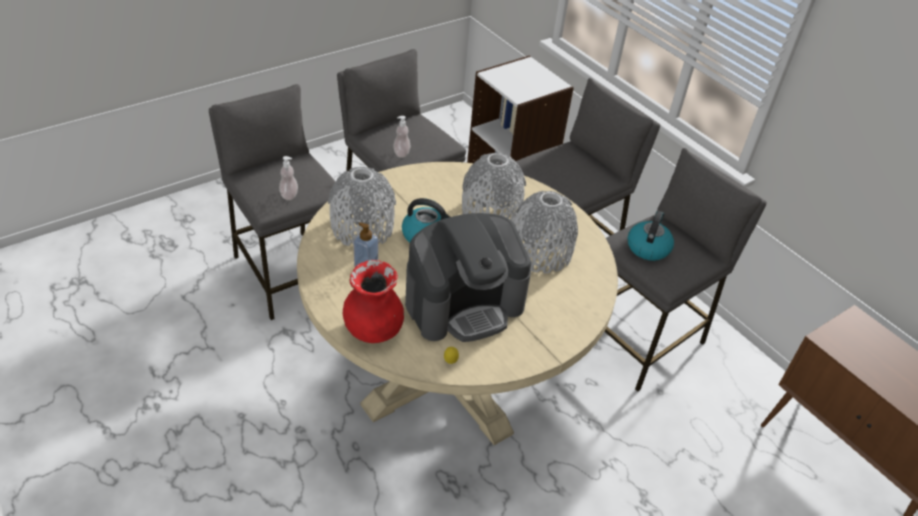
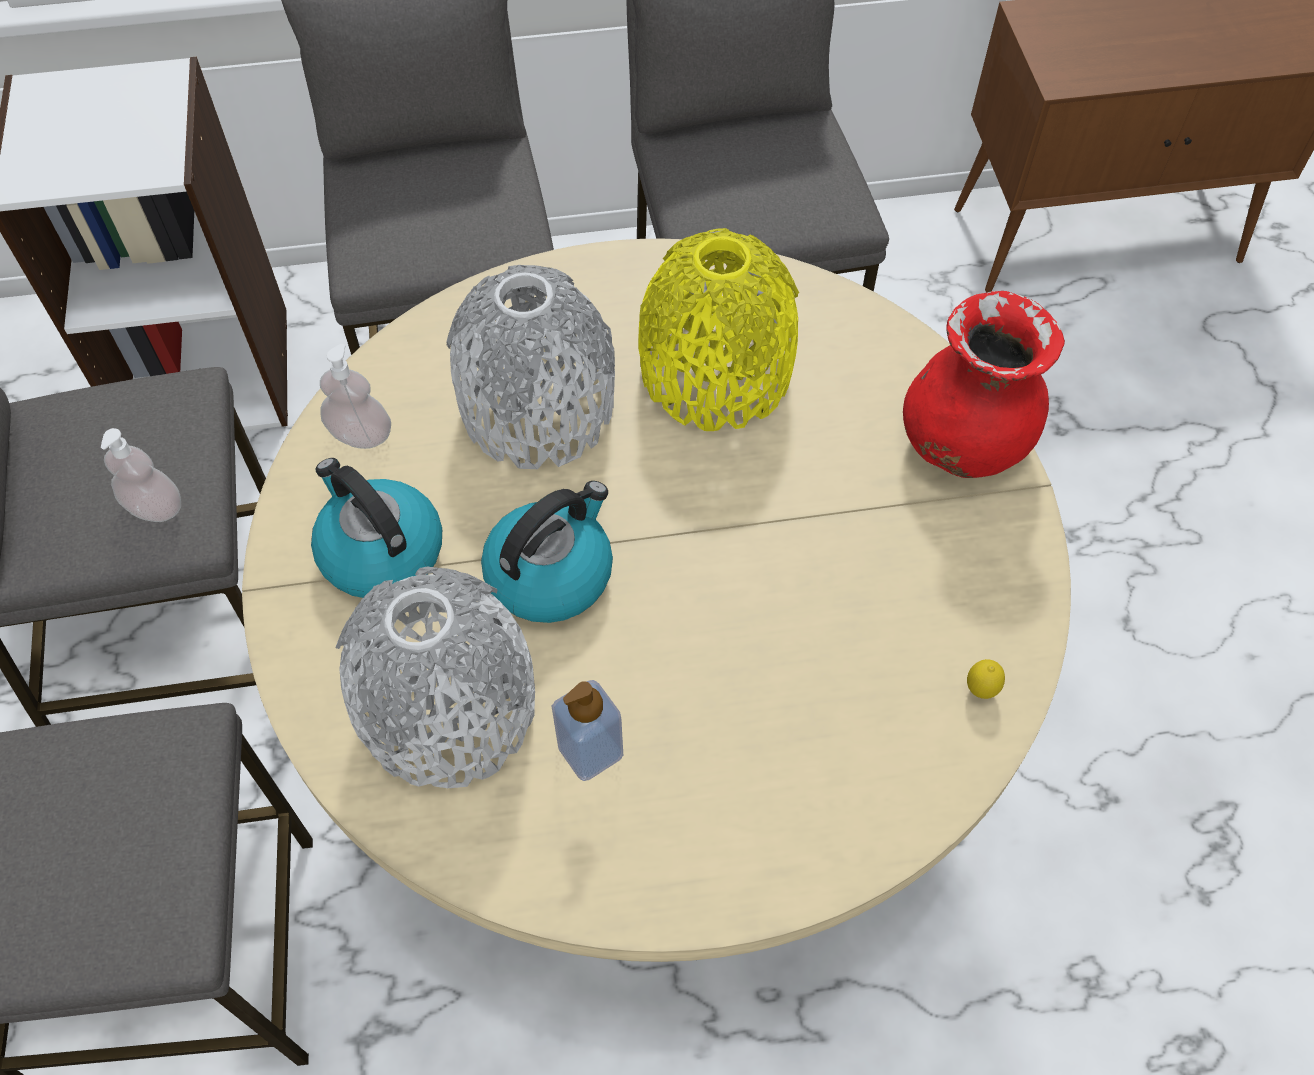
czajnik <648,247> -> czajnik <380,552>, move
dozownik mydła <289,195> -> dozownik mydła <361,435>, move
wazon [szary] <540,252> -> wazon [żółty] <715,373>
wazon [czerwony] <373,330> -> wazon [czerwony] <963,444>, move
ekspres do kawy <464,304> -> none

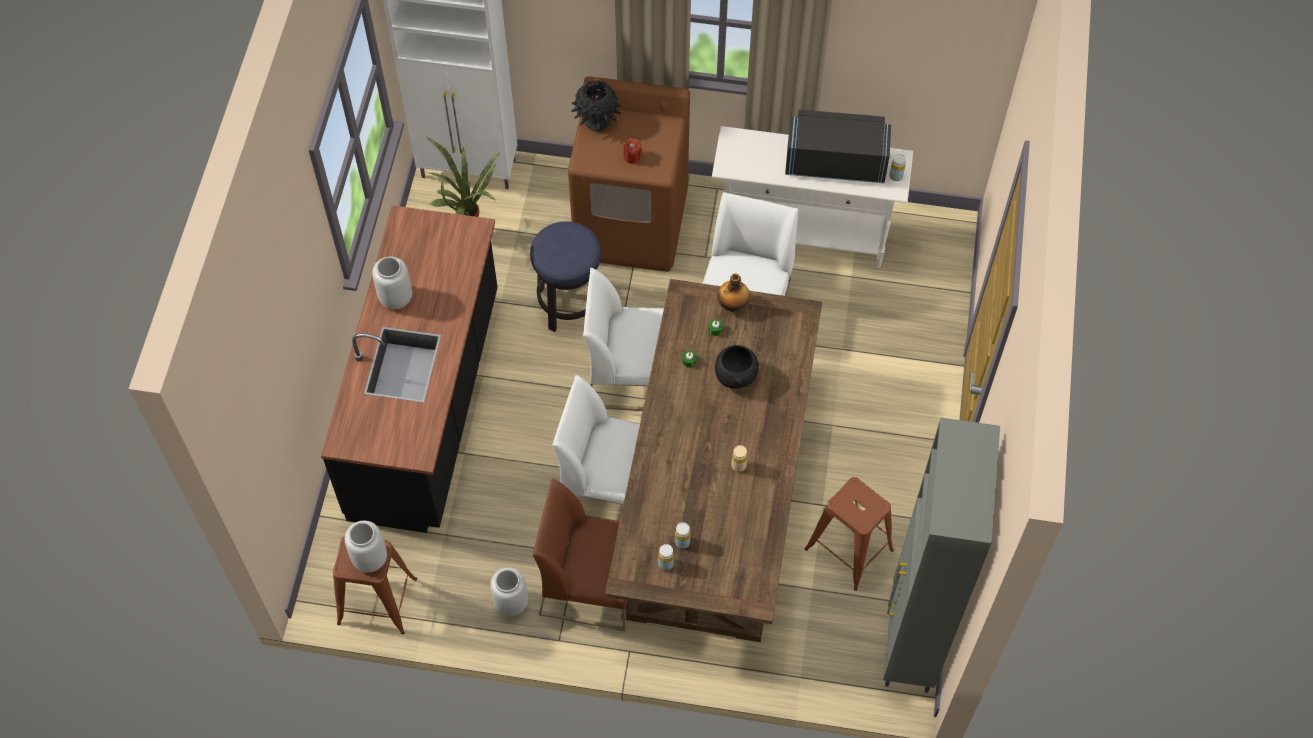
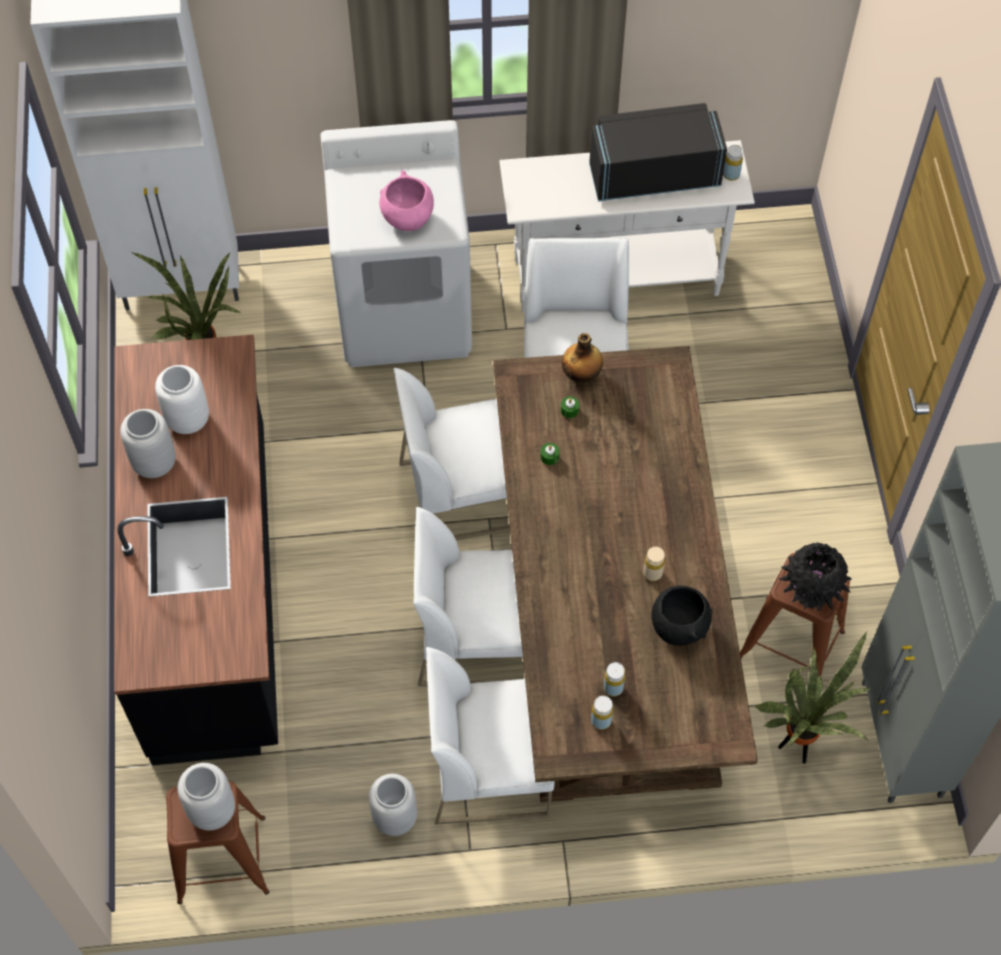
none -> wazon [biały] <187,419>
pralka [brązowy] <632,226> -> pralka [biały] <405,311>
świeca [czerwony] <632,157> -> miska [różowy] <407,218>
krzesło [brązowy] <591,585> -> krzesło [biały] <490,768>
miska [czarny] <736,377> -> miska [czarny] <679,627>, move
none -> roślina doniczkowa <797,747>
wazon [czarny] <596,121> -> wazon [czarny] <811,592>, move
stołek <569,304> -> none

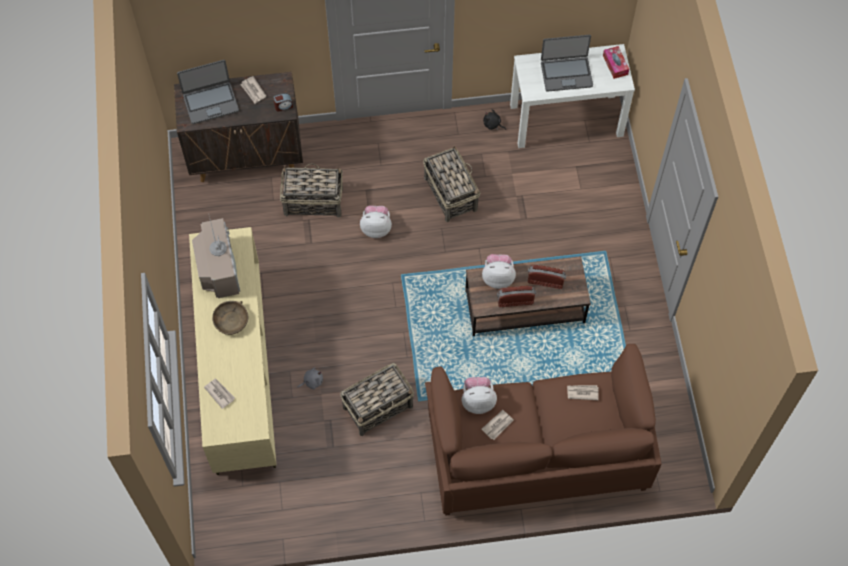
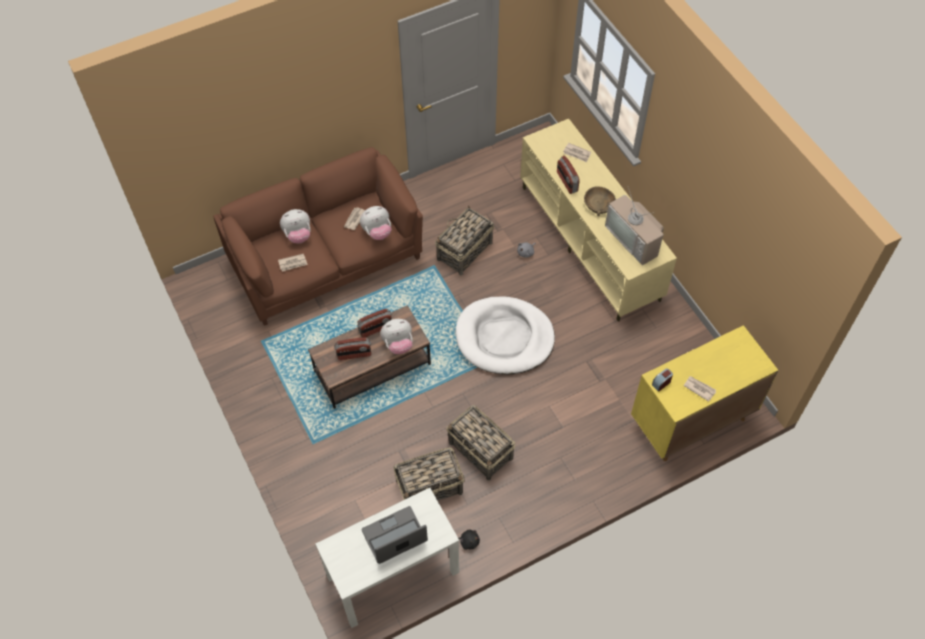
pluszak <376,228> -> pluszak <298,235>, move
koszyk <312,201> -> koszyk <430,487>, move
none -> legowisko [biały] <504,338>
none -> radio <566,182>
szafka [brązowy] <247,156> -> szafka [żółty] <690,421>
laptop <210,102> -> none
pudełko chusteczek <615,65> -> none

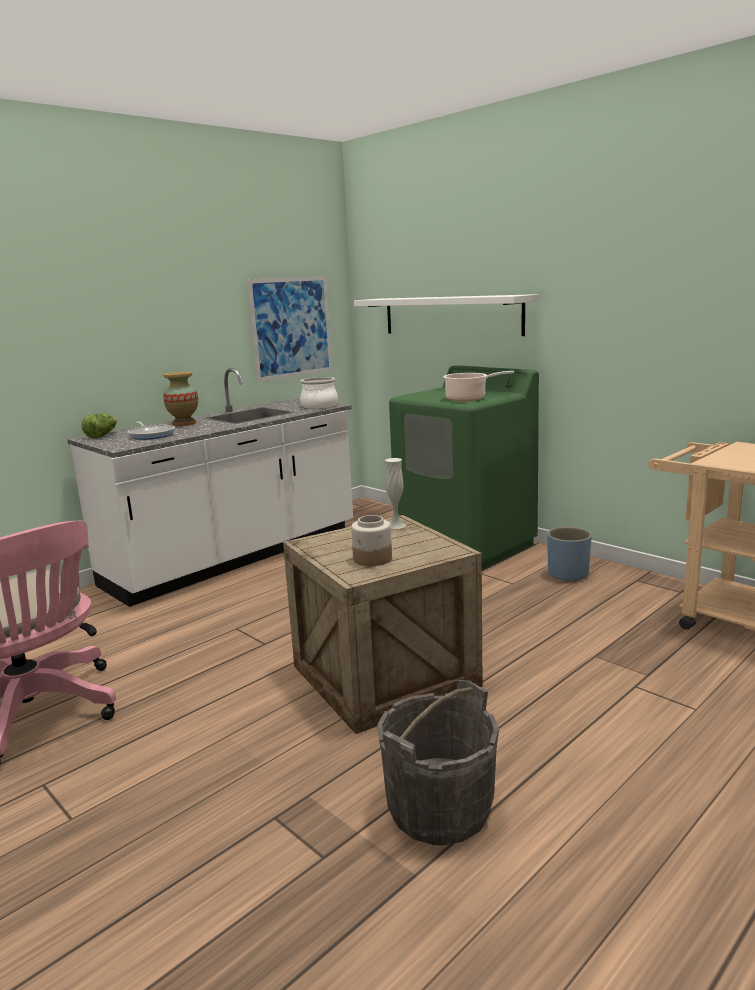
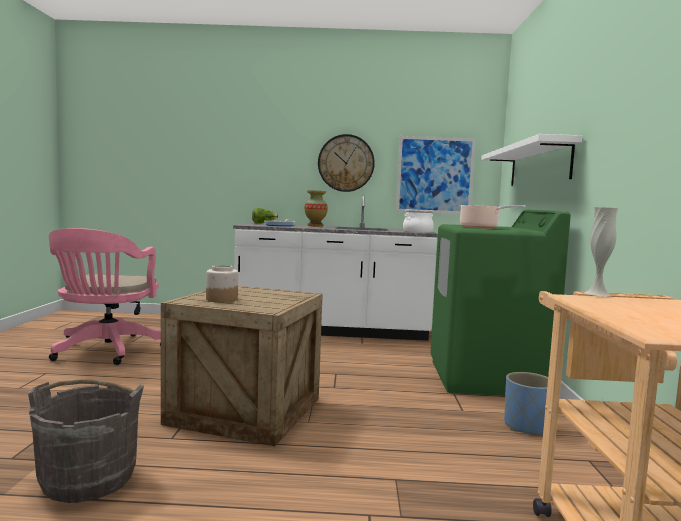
none -> zegar ścienny <346,163>
wazon [biały] <396,525> -> wazon [biały] <597,294>, move

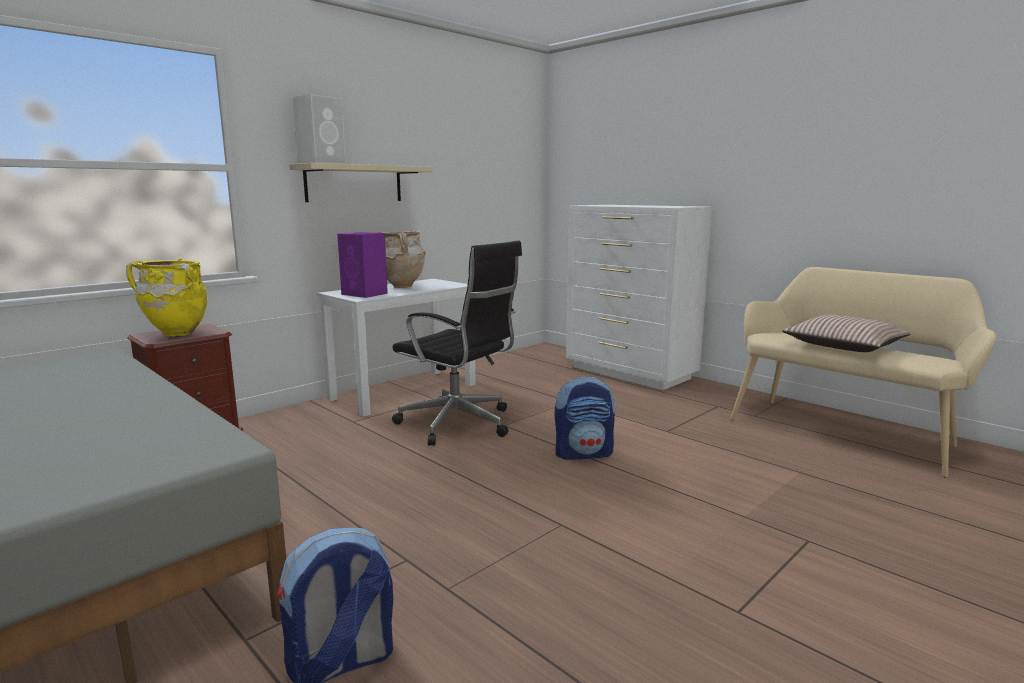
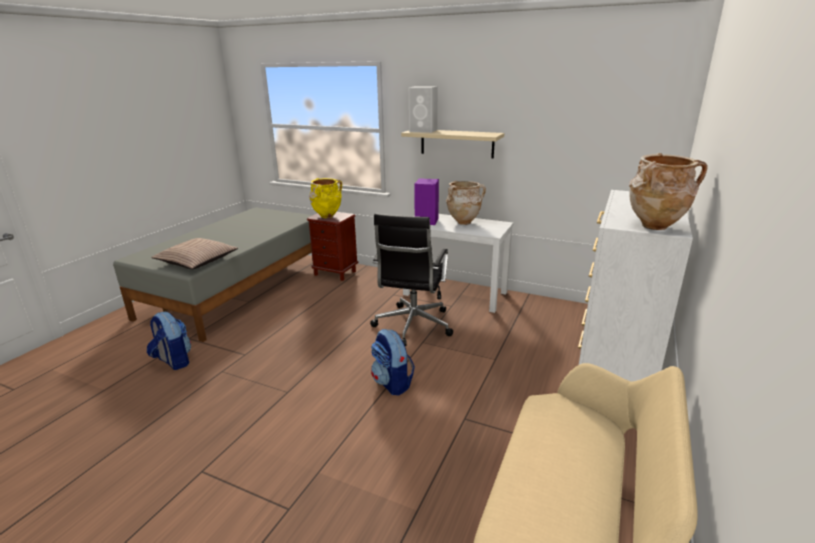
poduszka <843,346> -> poduszka <197,261>, move
none -> wazon [beżowy] <654,226>

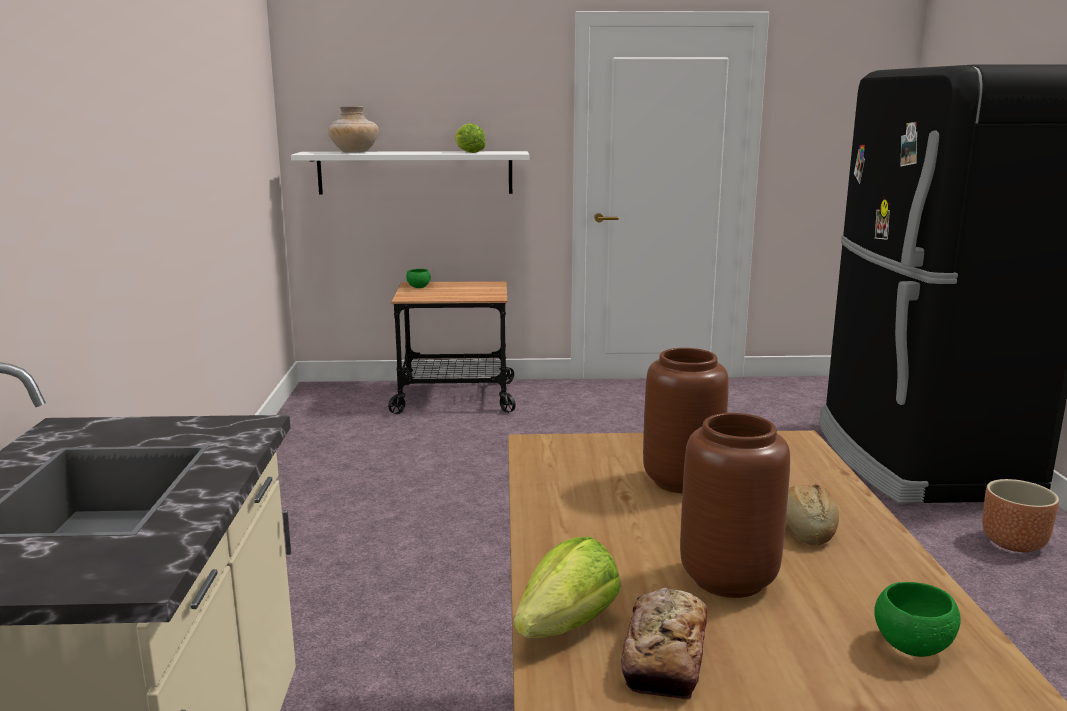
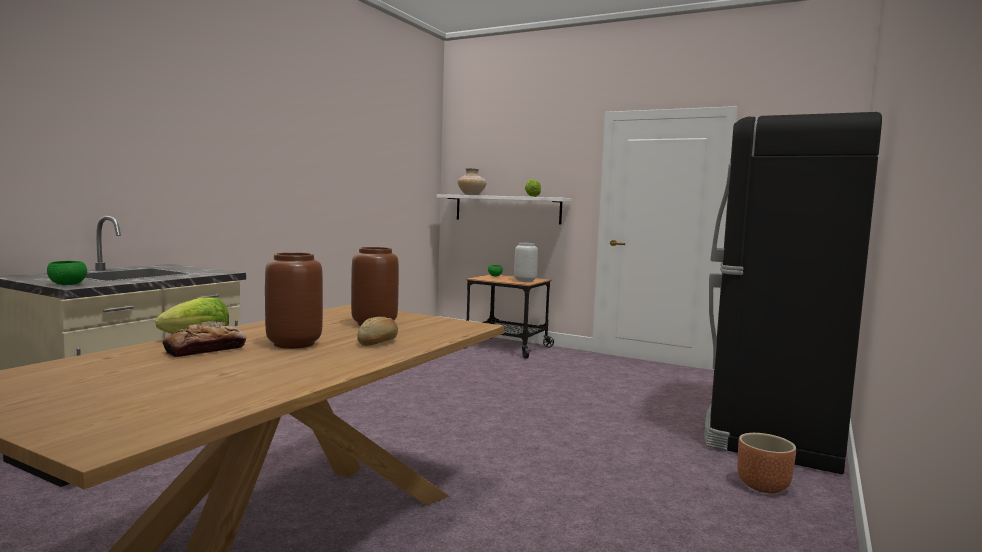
miska [zielony] <911,646> -> miska [zielony] <68,284>, move
none -> wazon [szary] <525,281>

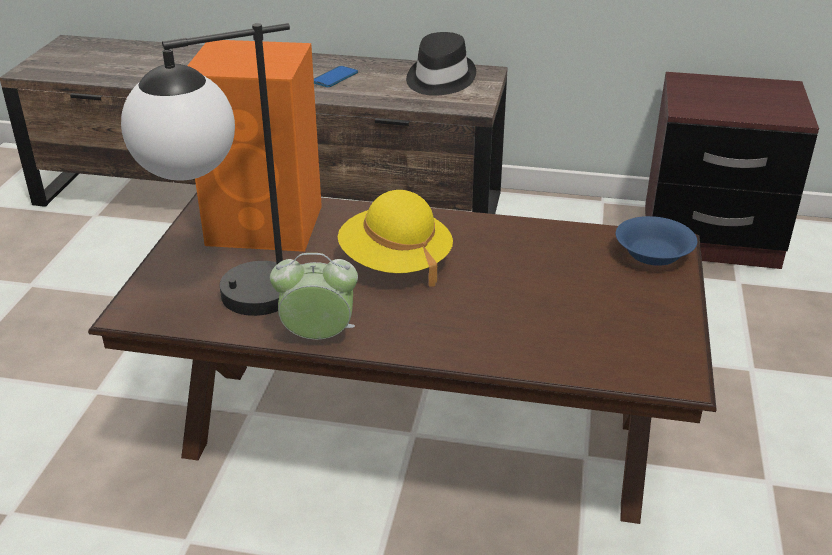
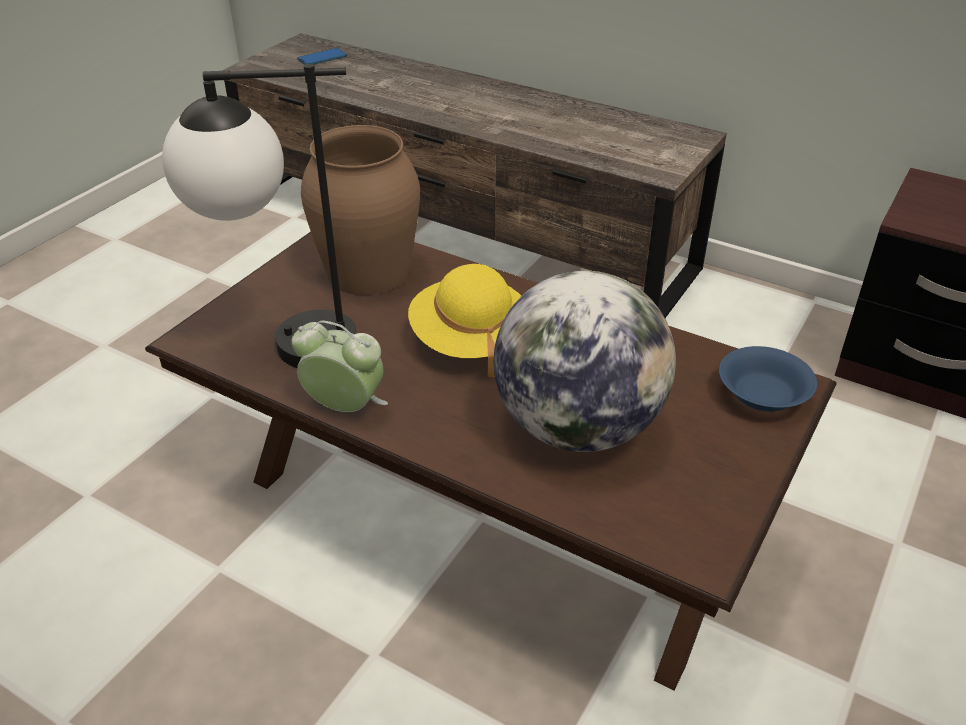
telefon <335,78> -> telefon <322,58>, move
głośnik [pomarańczowy] <268,225> -> wazon [brązowy] <369,271>
none -> globus <577,426>
kapelusz [czarny] <439,79> -> none

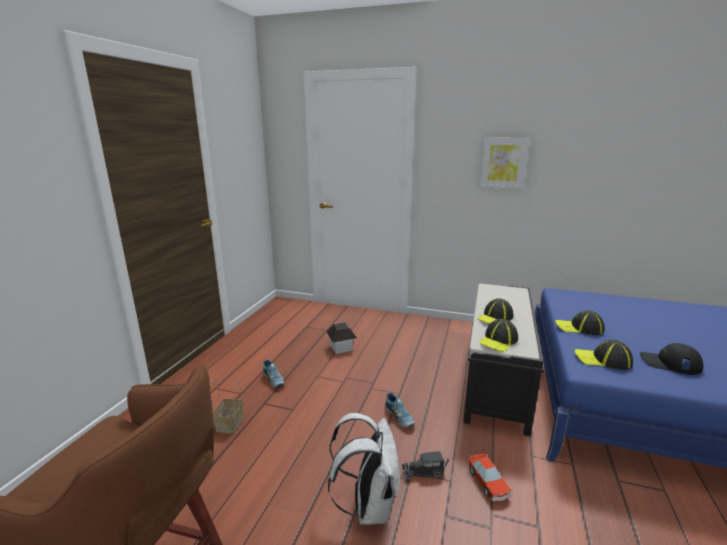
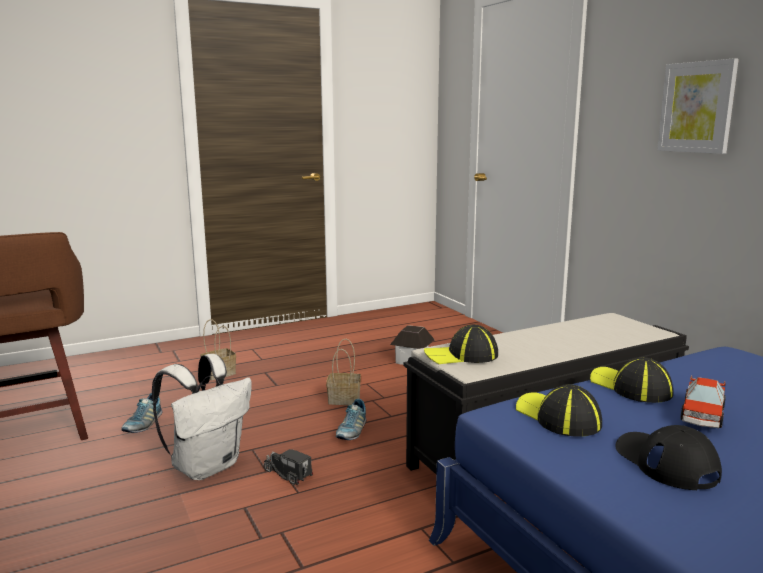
but <273,380> -> but <143,424>, move
none -> koszyk <345,399>
samochodzik <488,483> -> samochodzik <702,415>, move
czapka z daszkiem <495,318> -> none

